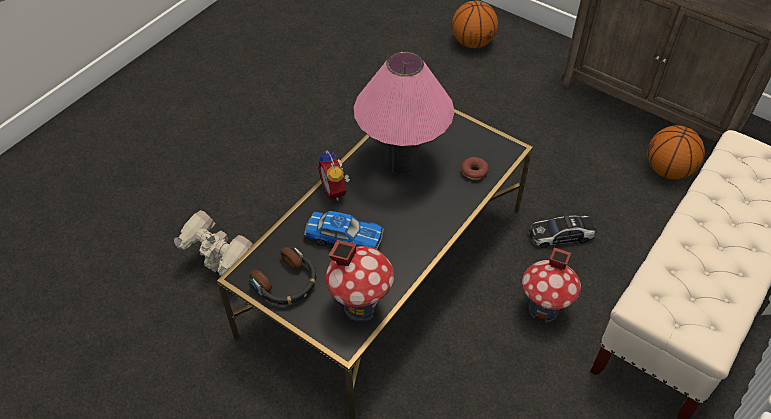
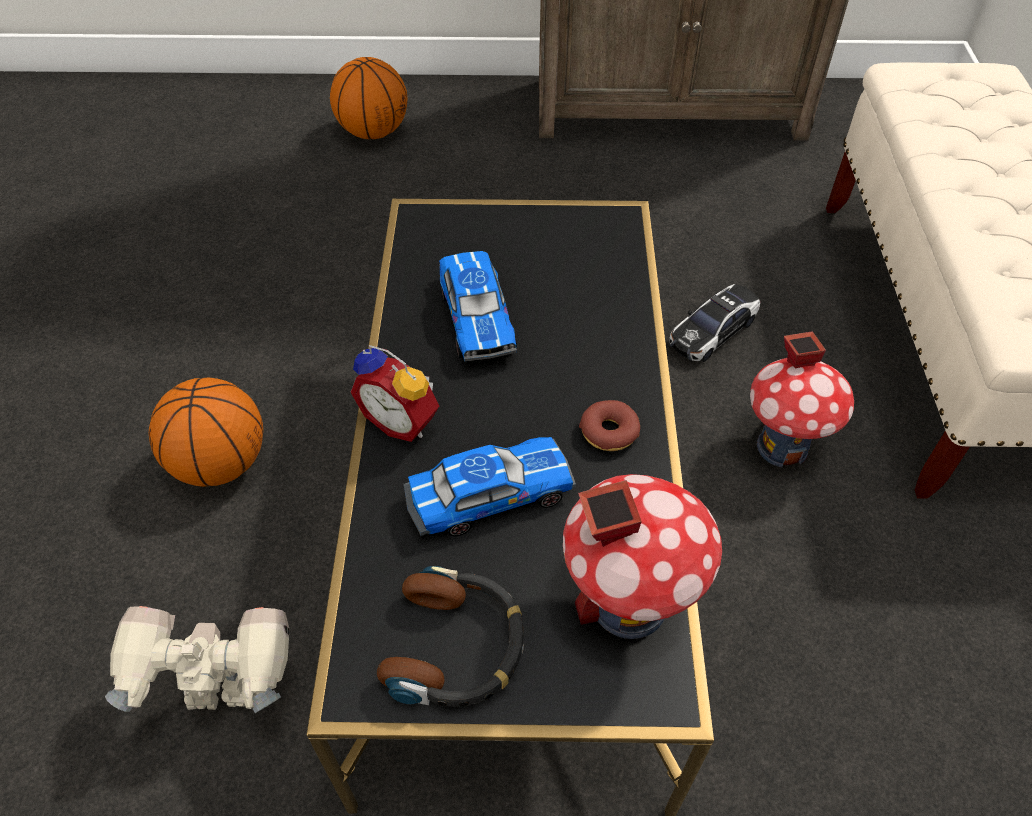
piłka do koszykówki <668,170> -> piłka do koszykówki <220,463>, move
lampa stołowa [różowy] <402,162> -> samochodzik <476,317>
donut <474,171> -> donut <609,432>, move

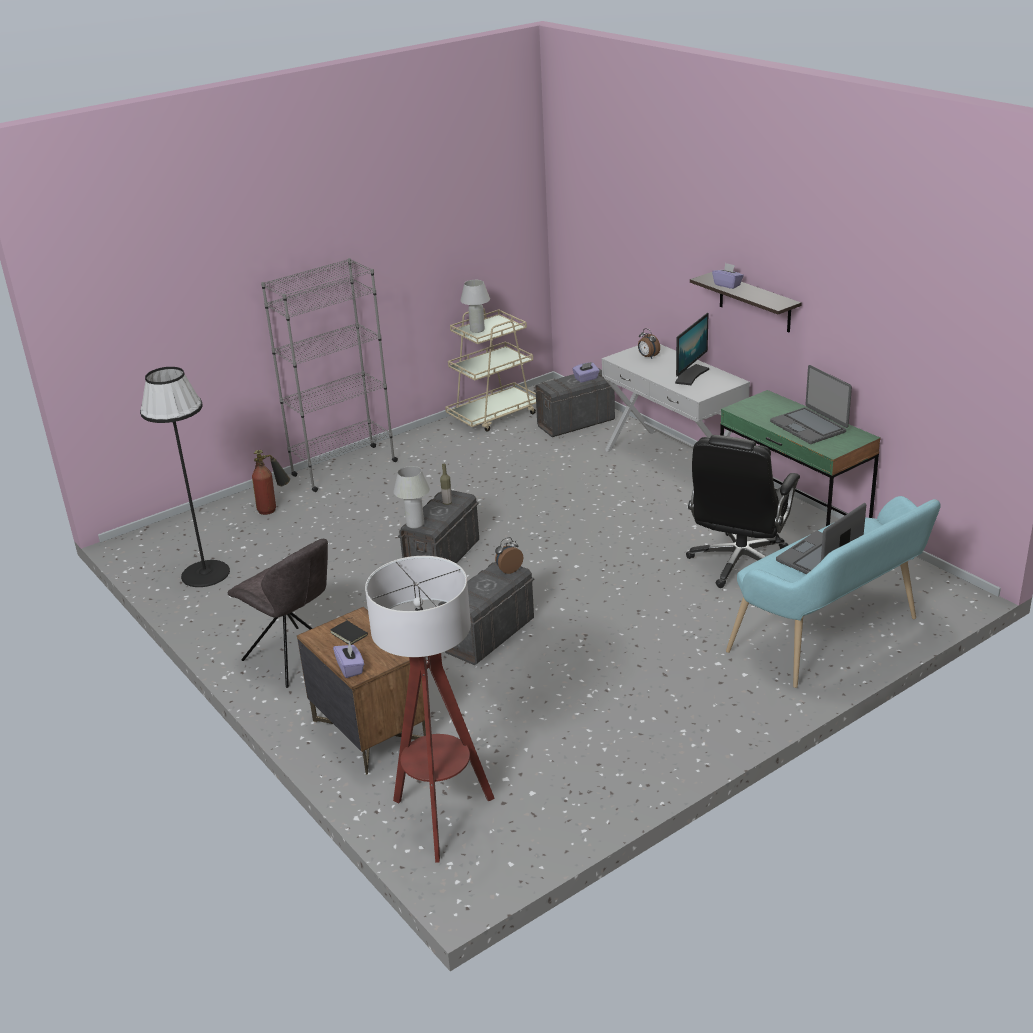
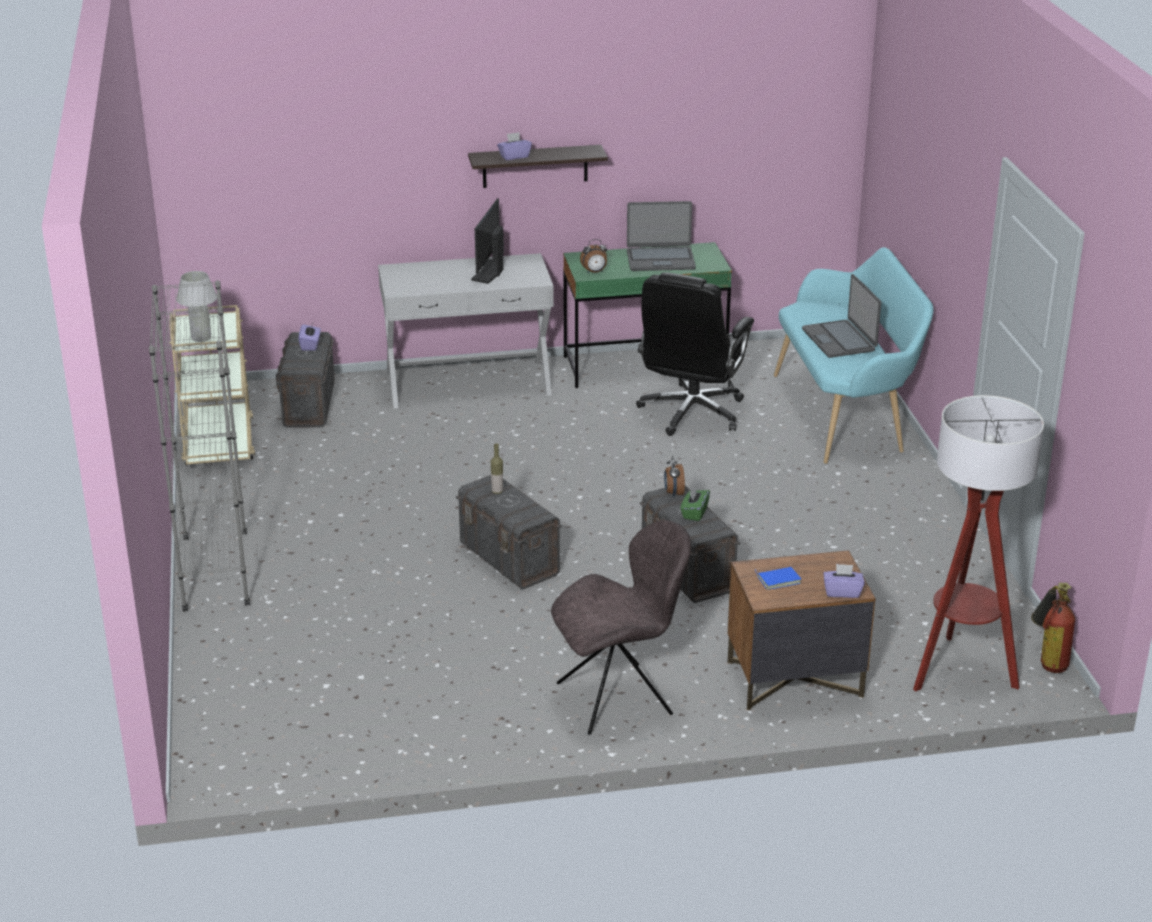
monitor <690,375> -> monitor <490,272>, 135 degrees counterclockwise
budzik <648,357> -> budzik <594,272>, move
krzesło biurowe [czarny] <739,563> -> krzesło biurowe [czarny] <691,413>, 60 degrees clockwise
none -> pudełko chusteczek [zielony] <694,513>
książka [czarny] <350,634> -> książka [niebieski] <778,579>
gaśnica <273,508> -> gaśnica <1048,659>, move
lampa stojąca [czarny] <205,574> -> none
lampa stołowa [biały] <415,524> -> none

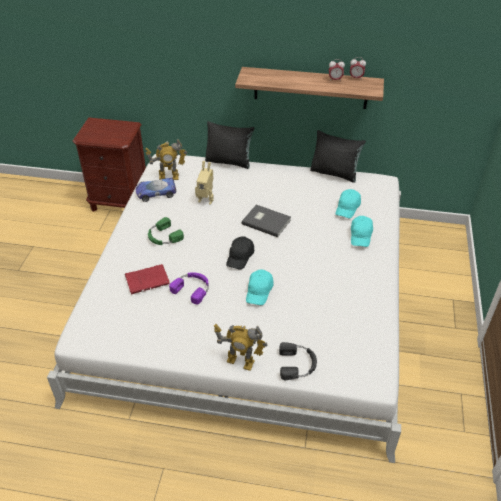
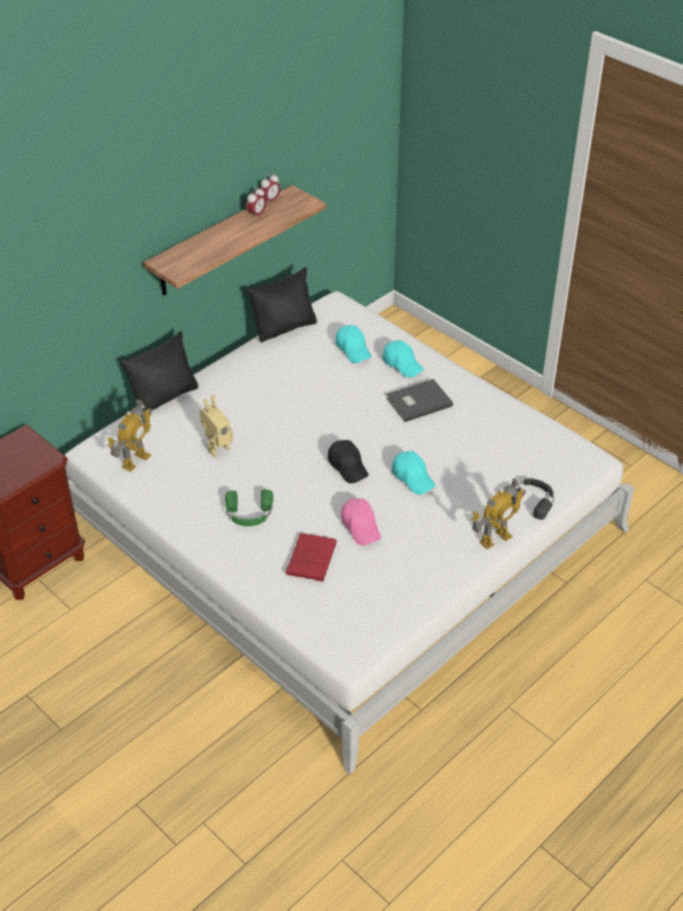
słuchawki [fioletowy] <192,288> -> czapka z daszkiem [różowy] <361,527>
książka [szary] <266,221> -> książka [szary] <417,401>, move
samochodzik <155,192> -> none

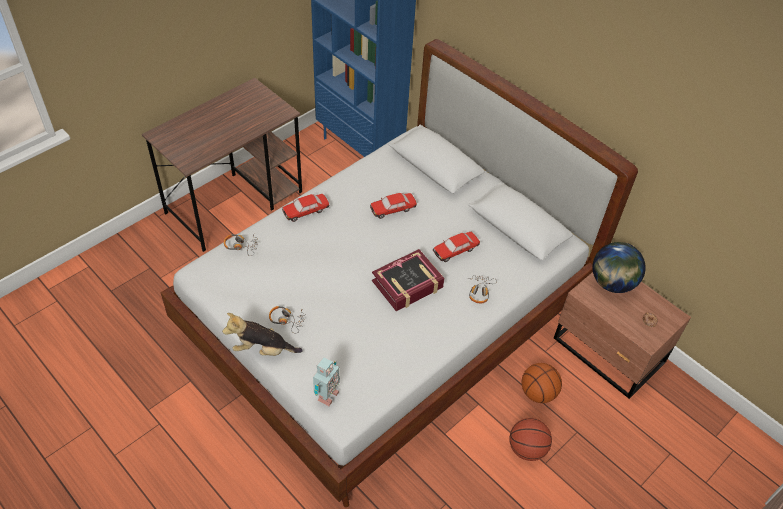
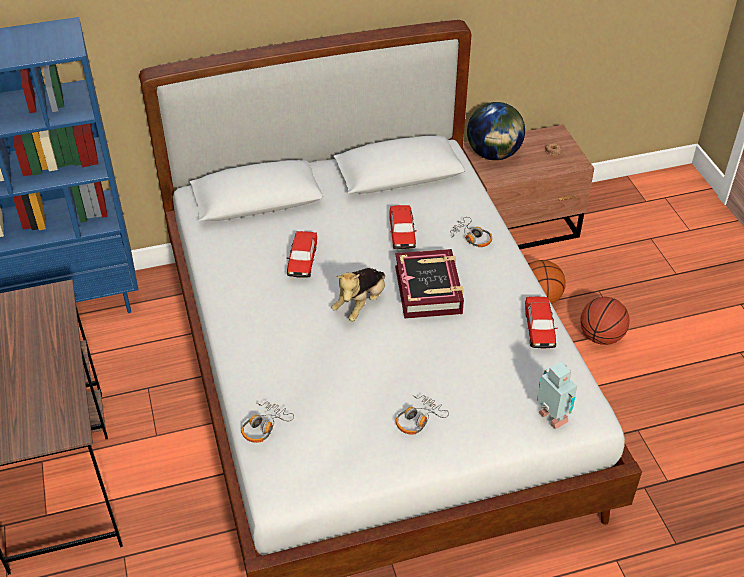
pluszak <262,349> -> pluszak <361,304>, move
samochodzik <306,211> -> samochodzik <539,328>, move

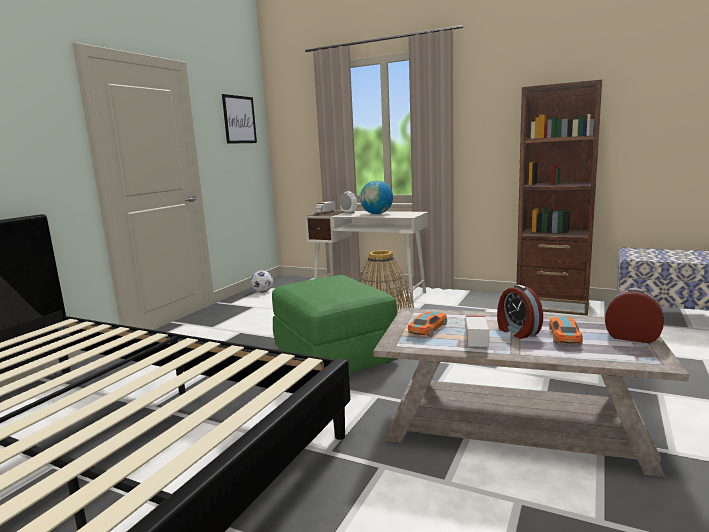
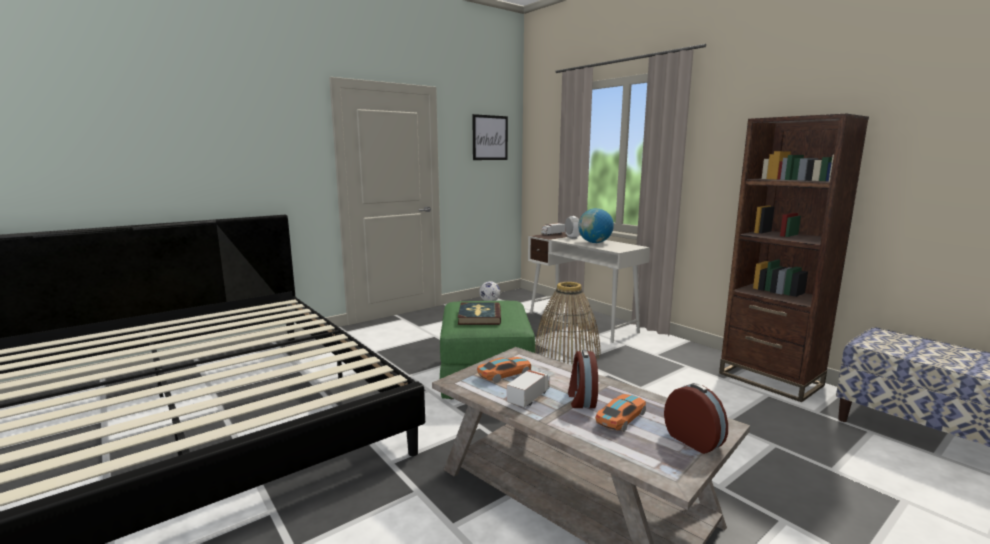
none -> książka <479,316>

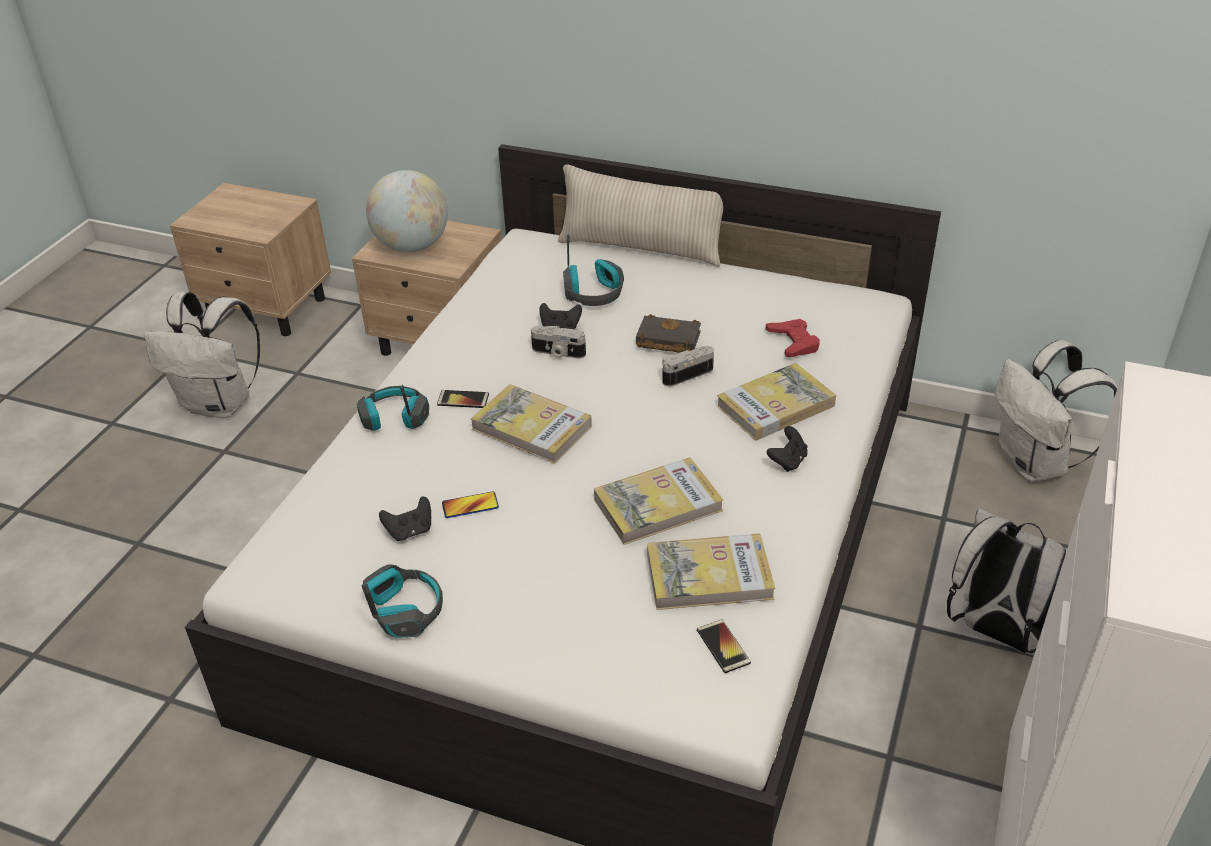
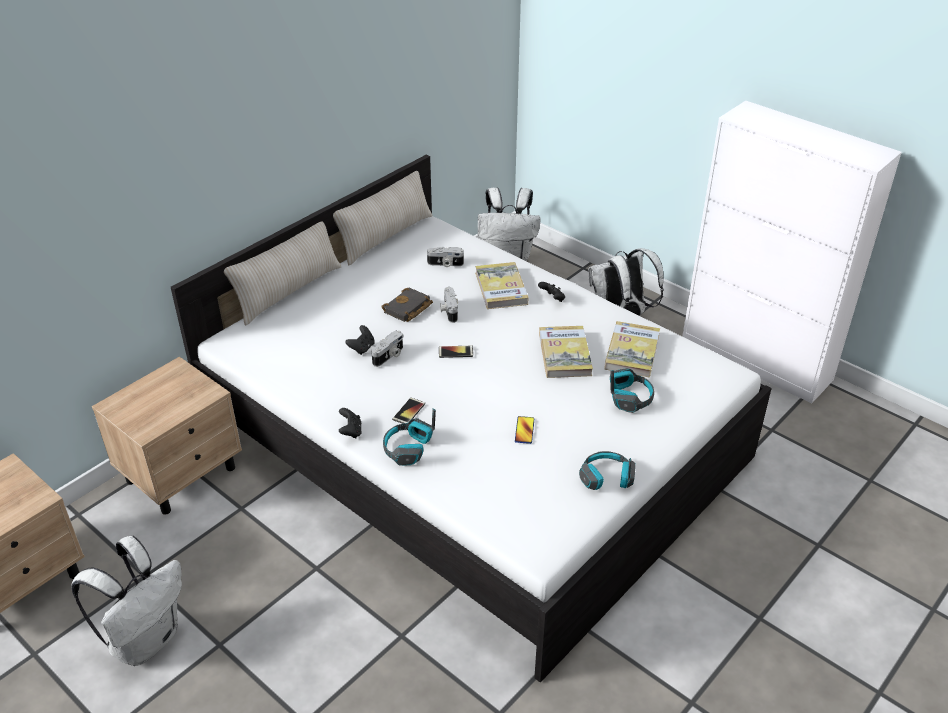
none -> poduszka [beżowy] <385,236>
pad do gier [czarny] <410,531> -> pad do gier [czarny] <351,431>, move
pad do gier [czerwony] <793,342> -> aparat fotograficzny <445,264>
telefon <723,646> -> telefon <455,352>, move
słuchawki <594,293> -> słuchawki <629,397>, move
globus <412,246> -> none
książka <532,428> -> none

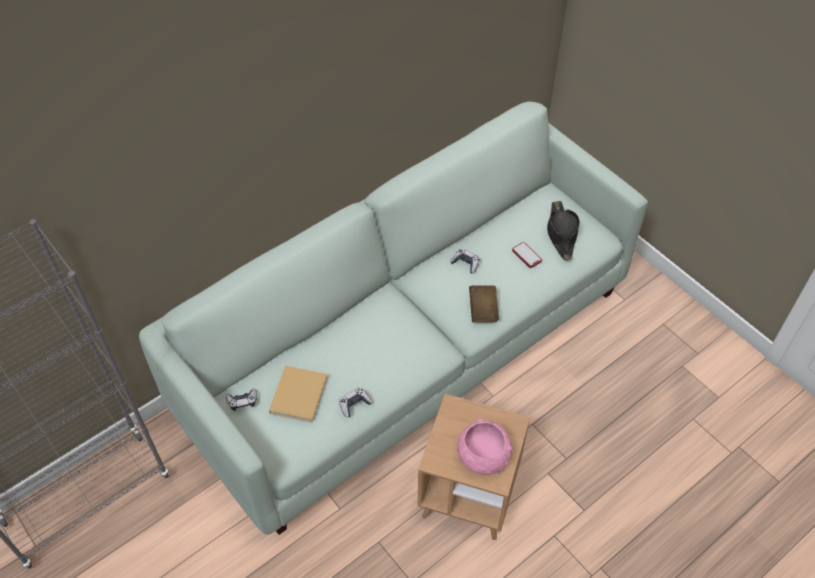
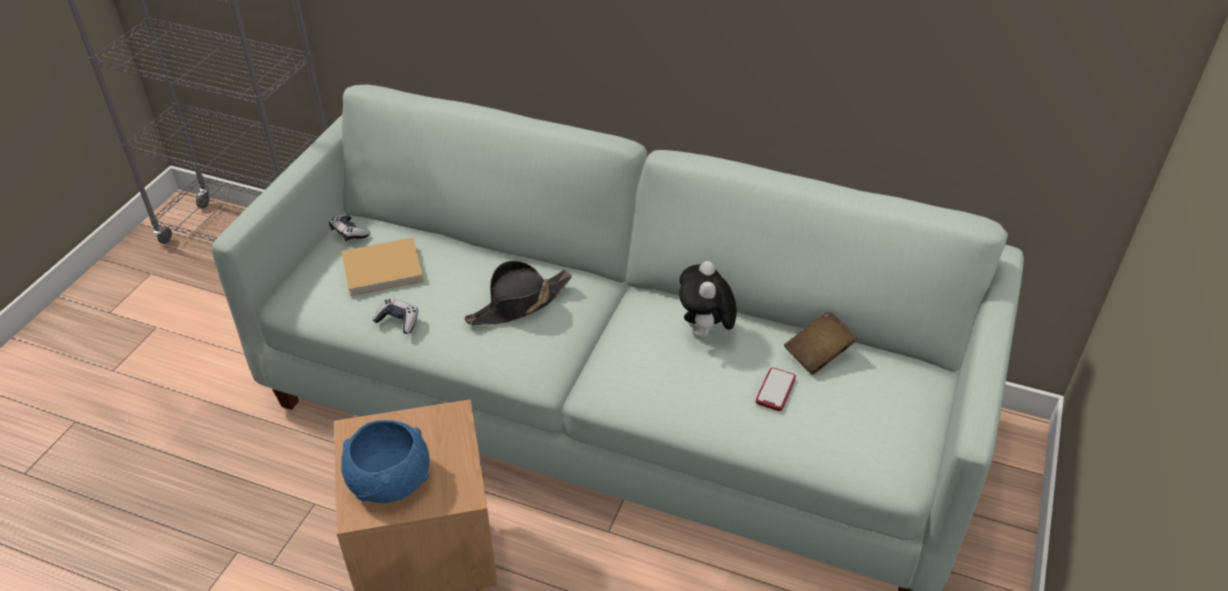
miska [różowy] <483,456> -> miska [niebieski] <389,480>
kapelusz [czarny] <561,234> -> kapelusz [czarny] <519,304>, move
pad do gier <465,263> -> pluszak <704,333>
książka [brązowy] <483,310> -> książka [brązowy] <818,354>, move

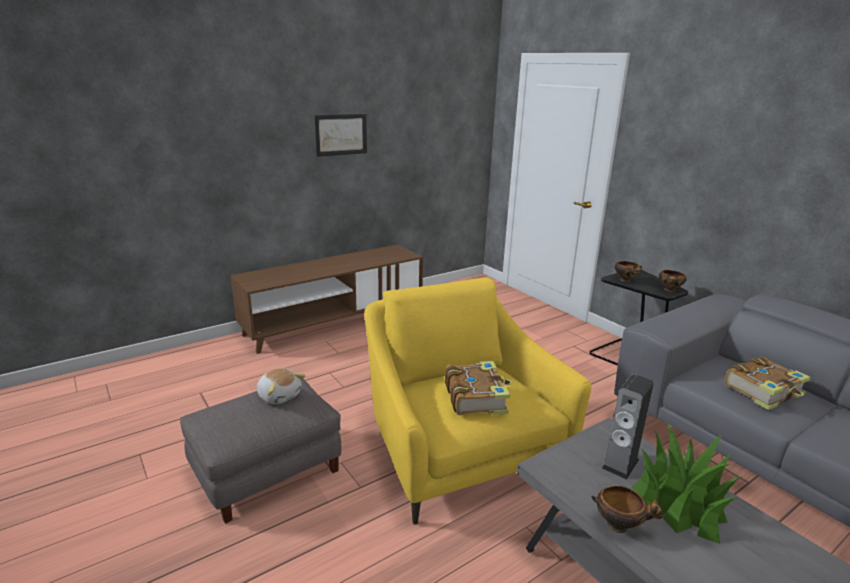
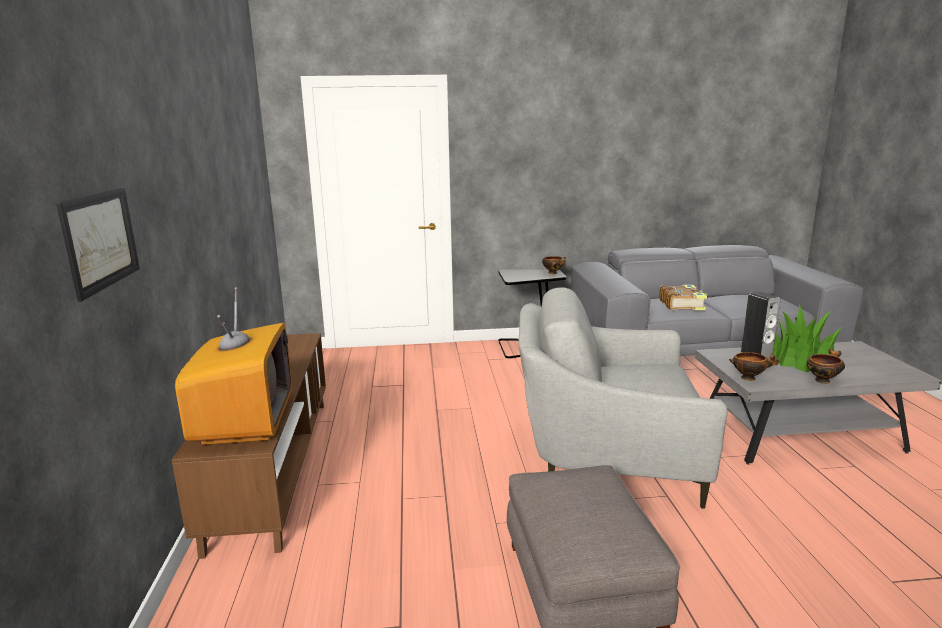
obraz <341,134> -> obraz <101,240>, move
none -> telewizor <245,421>
fotel [żółty] <457,449> -> fotel [szary] <607,457>
miska <626,280> -> miska <749,378>, move
pluszak <279,395> -> none
książka <476,397> -> none

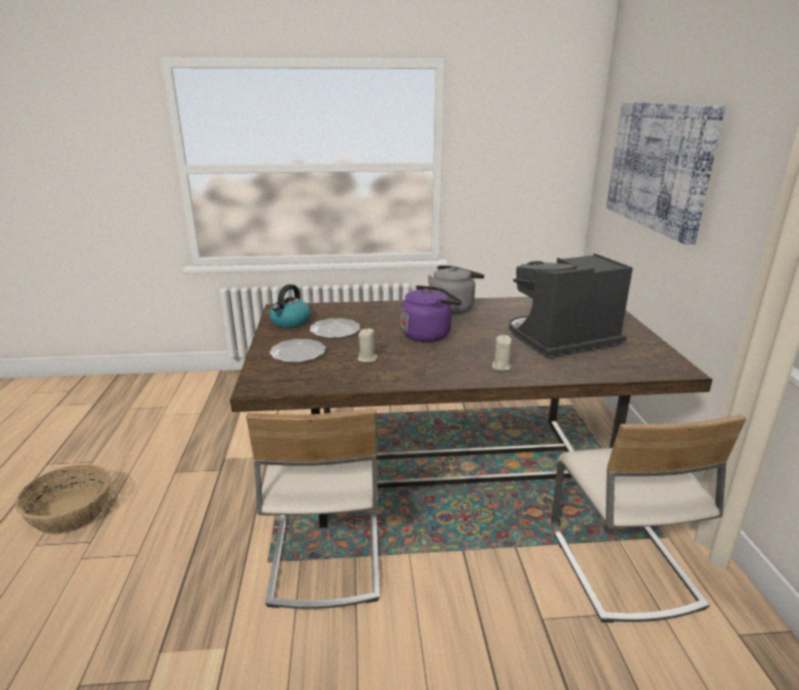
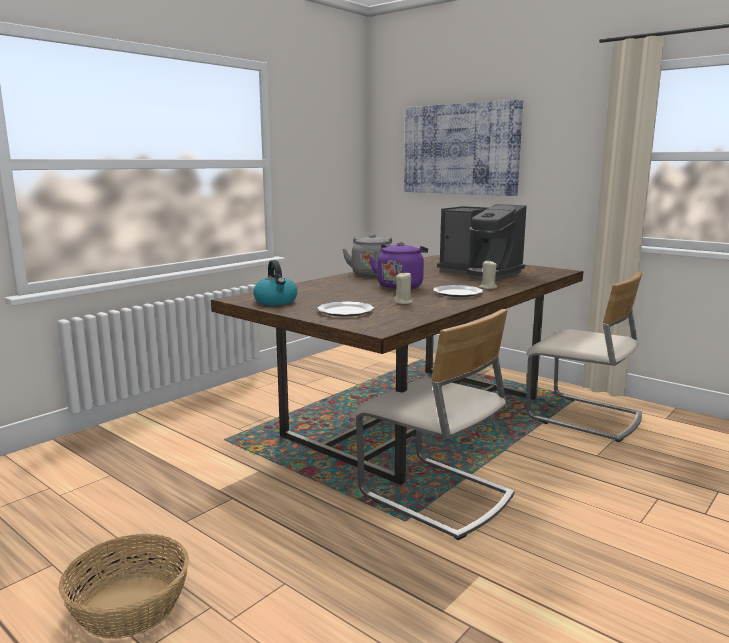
talerz <336,330> -> talerz <458,293>, move
ekspres do kawy <561,341> -> ekspres do kawy <481,273>, 75 degrees counterclockwise

